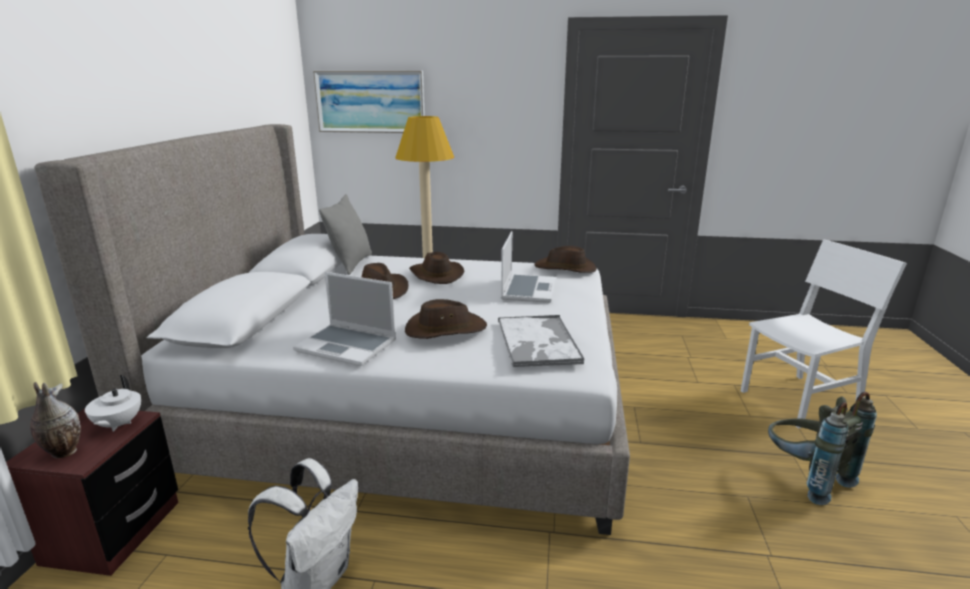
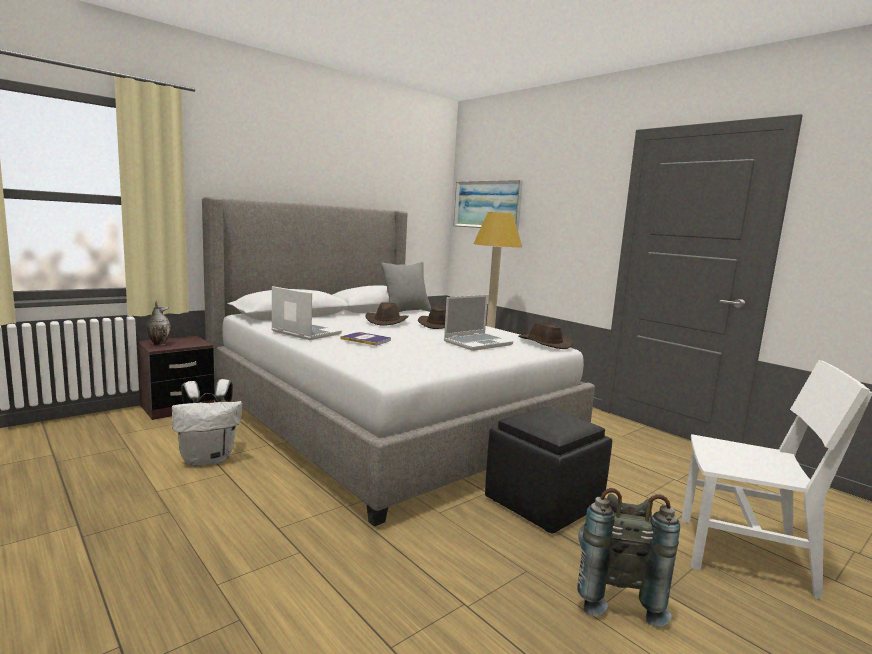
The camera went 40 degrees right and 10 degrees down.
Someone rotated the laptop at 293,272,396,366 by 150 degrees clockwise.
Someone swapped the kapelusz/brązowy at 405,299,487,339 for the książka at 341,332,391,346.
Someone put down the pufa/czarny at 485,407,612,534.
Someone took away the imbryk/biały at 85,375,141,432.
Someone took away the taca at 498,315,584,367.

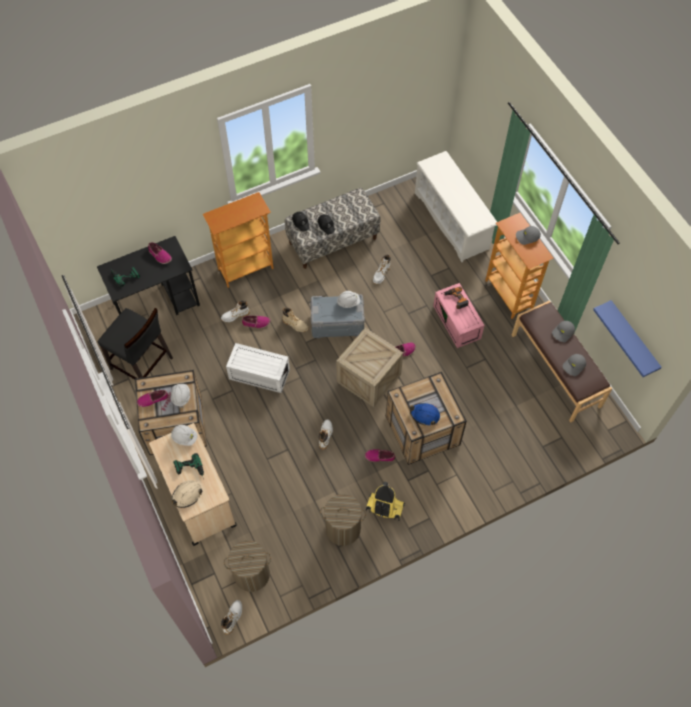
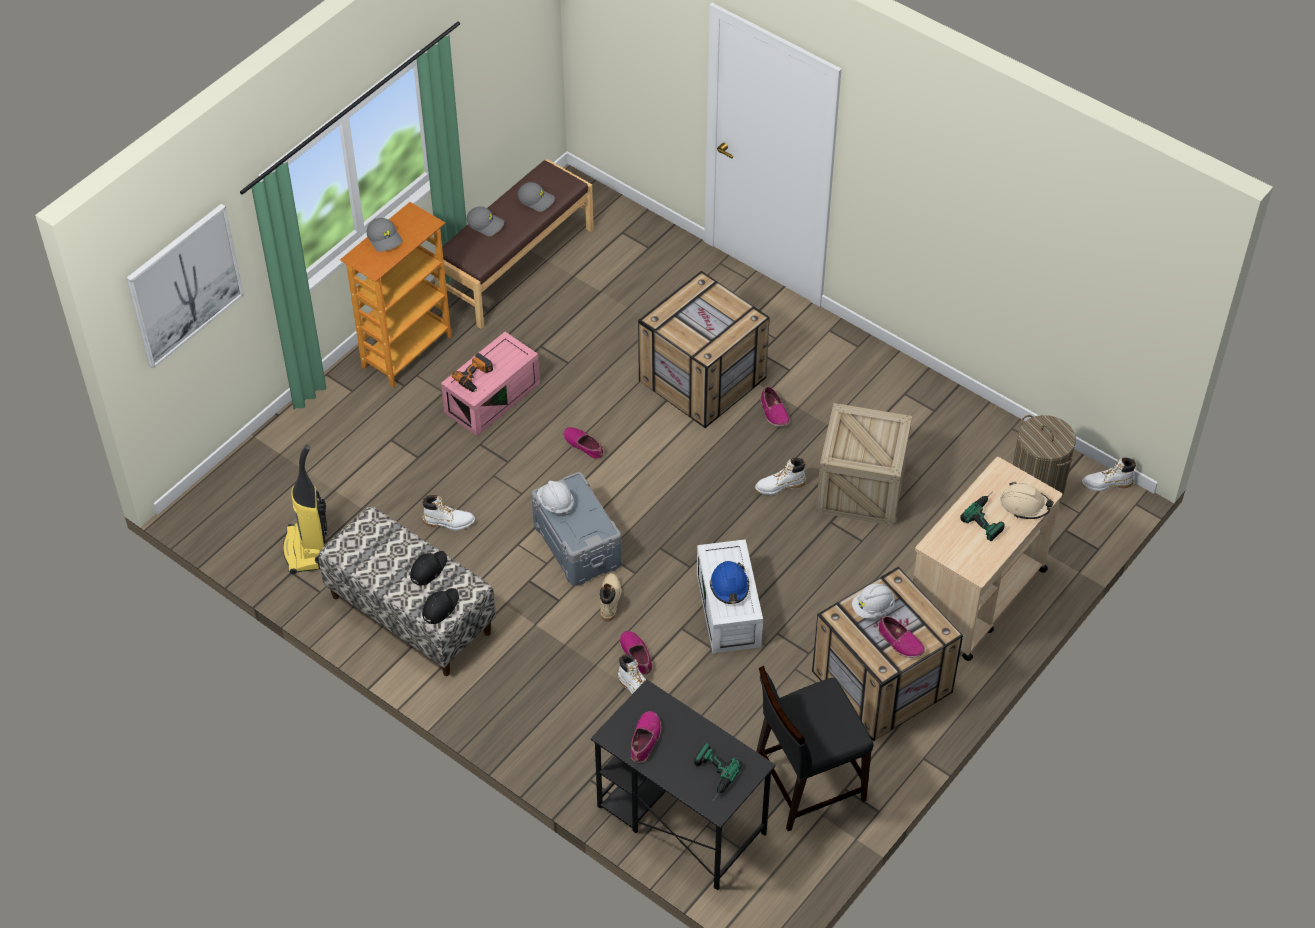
The camera went 115 degrees left and 10 degrees down.
Someone put up the obraz at 126,204,244,369.
Someone carried the odkurzacz from 366,482,405,521 to 283,445,328,574.
Someone carried the kask/niebieski from 410,403,440,426 to 710,561,749,604.
Someone rotated the krzesło/czarny at 98,308,173,379 by 120 degrees counterclockwise.
Someone carried the skrzynka from 336,328,403,407 to 816,403,912,526.
Someone took away the kask/biały at 171,425,197,446.
Someone took away the regał at 203,192,274,288.
Someone took away the kosz na pranie at 320,494,366,546.
Someone took away the regał na buty/biały at 415,151,497,262.
Someone took away the półka/niebieski at 593,300,662,377.

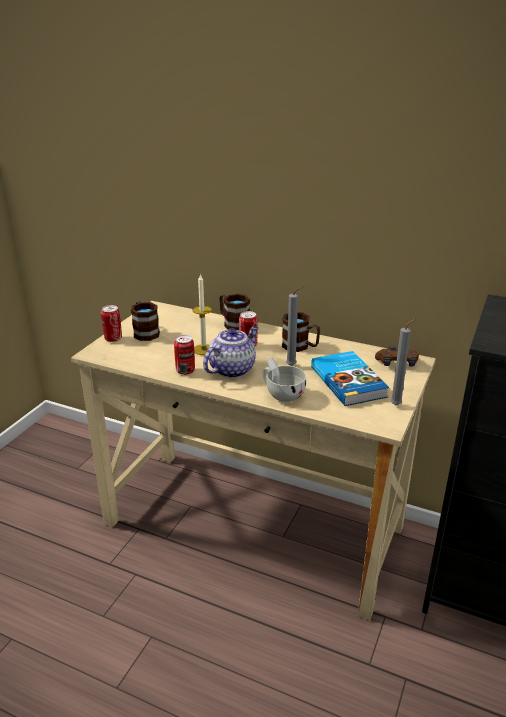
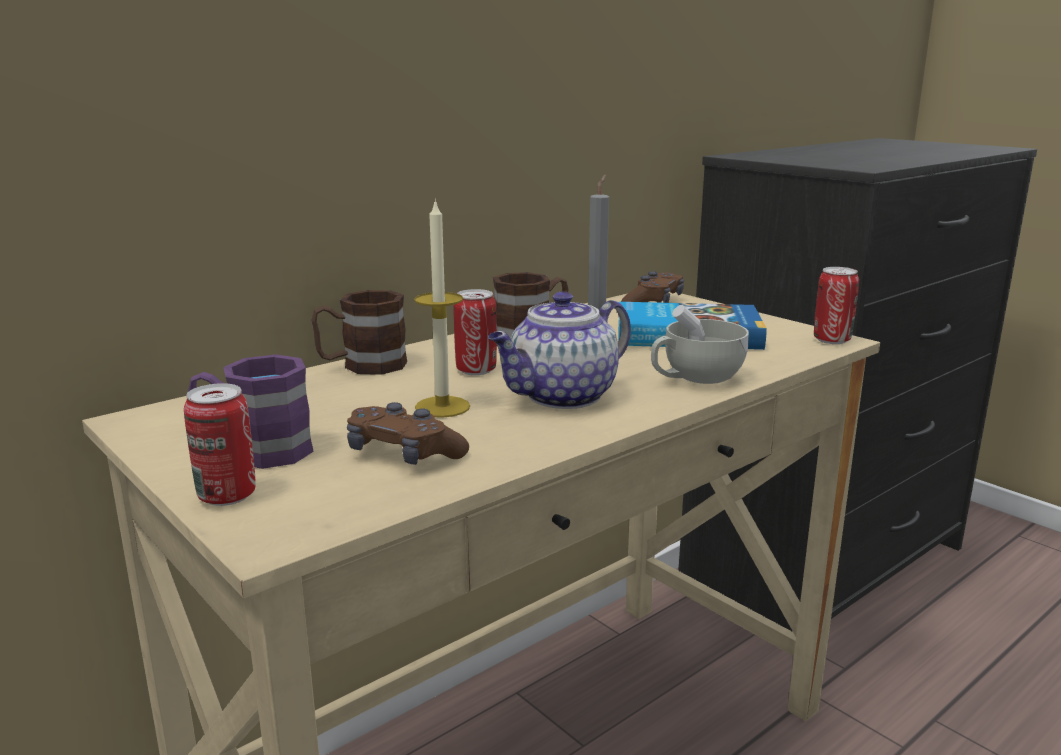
The camera went 65 degrees left and 10 degrees down.
Someone repainted the kubek/brązowy at 131,301,160,341, which became the kubek/fioletowy at 188,354,314,469.
Someone put down the pad do gier/brązowy at 347,402,469,465.
Someone rotated the imbryk at 203,326,259,378 by 105 degrees counterclockwise.
Someone carried the puszka from 174,335,195,375 to 814,267,859,344.
Someone took away the świeca/szary at 390,319,416,405.

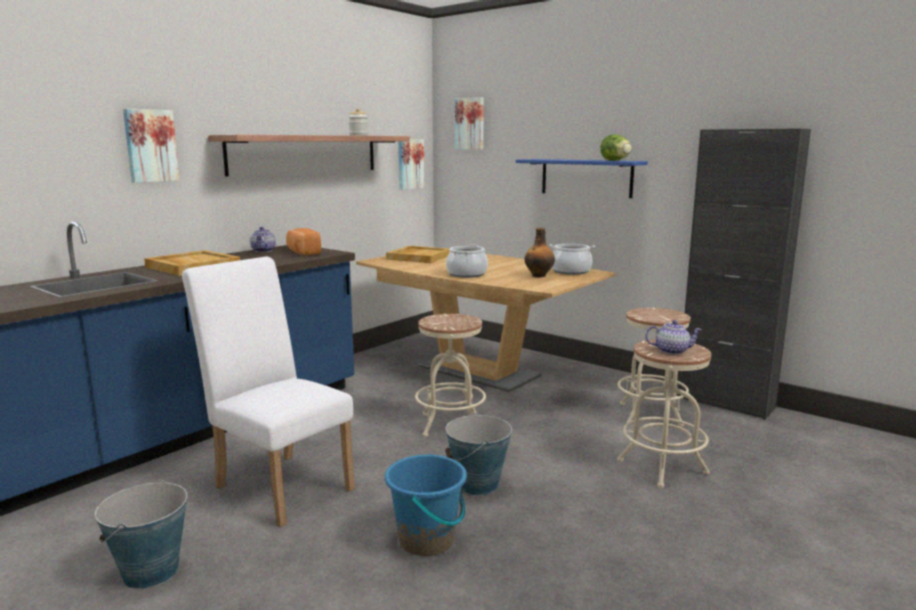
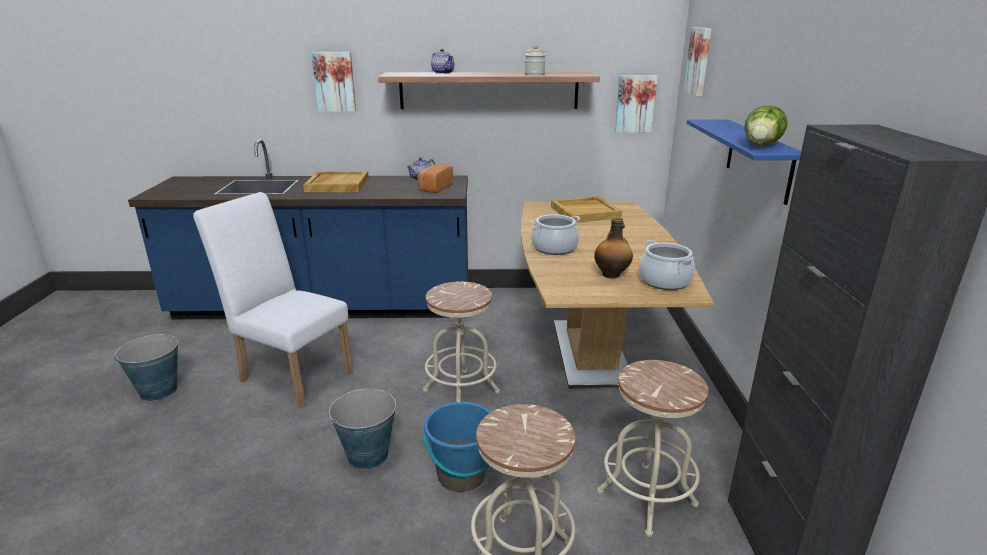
The camera went 50 degrees right and 10 degrees up.
Someone rotated the krzesło/biały at 182,256,355,527 by 60 degrees counterclockwise.
Someone carried the wiadro/niebieski from 385,454,467,556 to 423,402,493,492.
Someone carried the imbryk from 645,320,702,355 to 431,49,454,74.

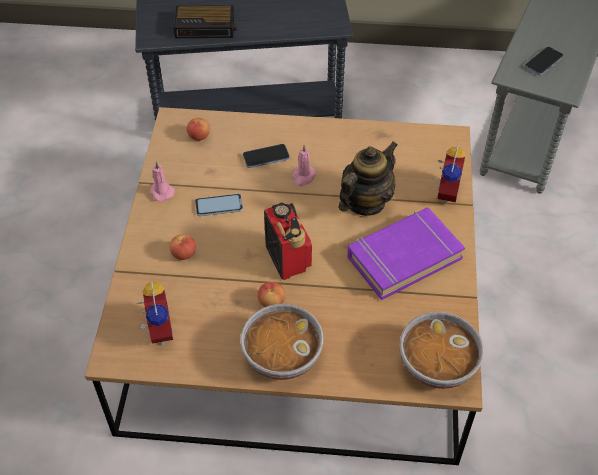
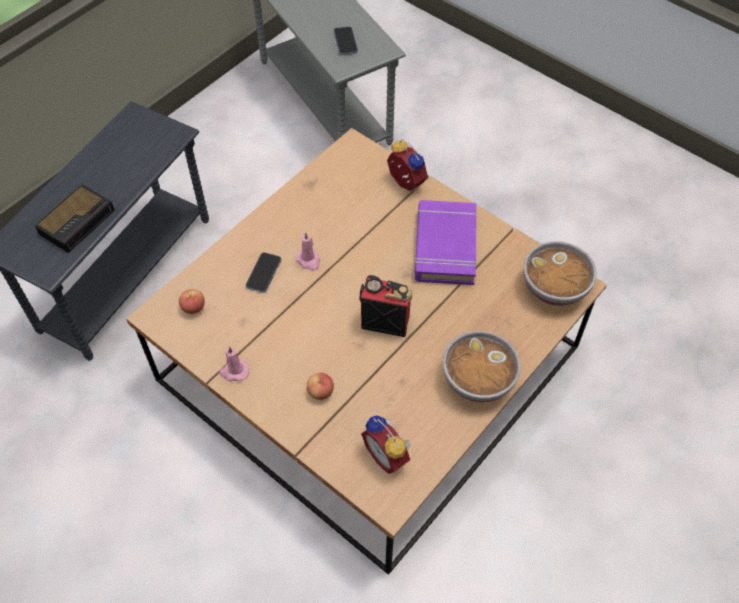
The camera went 55 degrees left and 5 degrees up.
Someone rotated the budzik at 136,282,173,345 by 150 degrees counterclockwise.
Someone took away the telefon at 195,194,243,216.
Someone took away the jabłko at 258,282,285,307.
Someone took away the imbryk at 338,142,398,216.

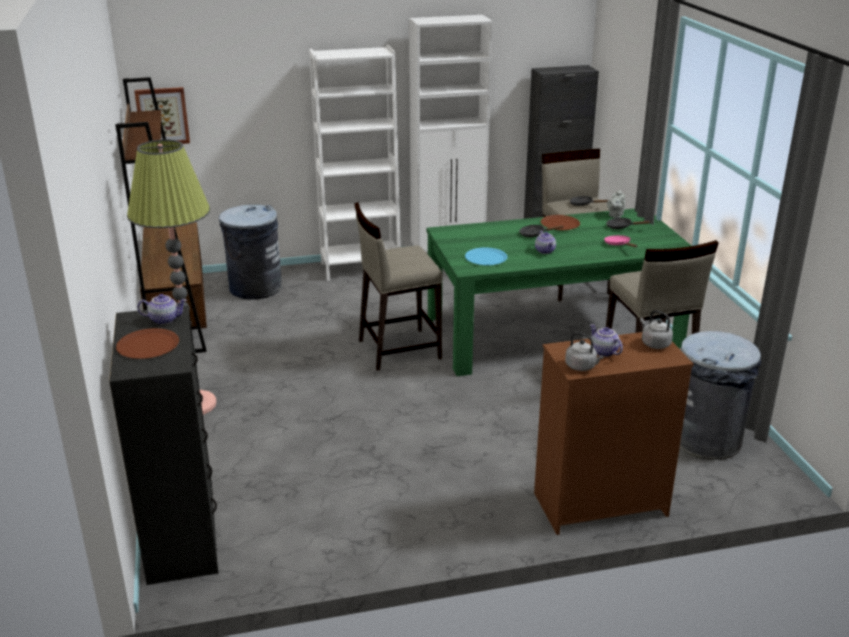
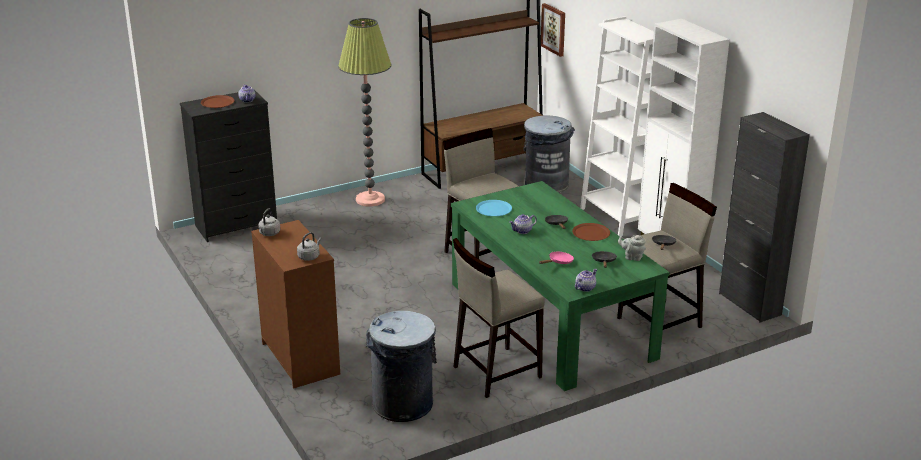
The camera went 75 degrees right and 0 degrees up.
Someone carried the imbryk from 590,324,623,357 to 575,269,597,292.

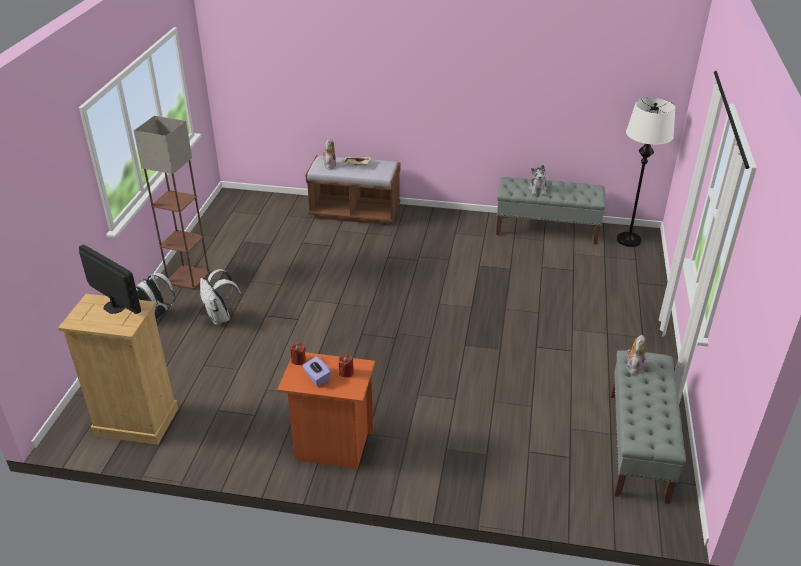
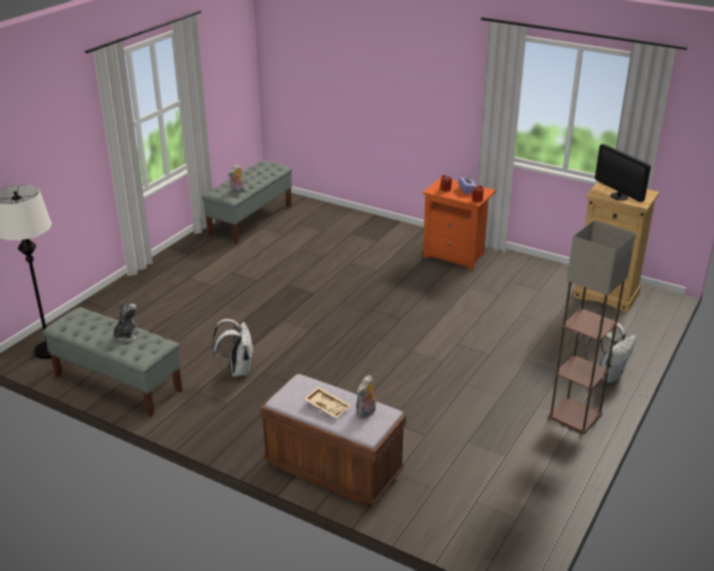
The camera went 160 degrees left and 5 degrees down.
Someone carried the plecak/biały from 200,269,242,325 to 212,319,253,377.

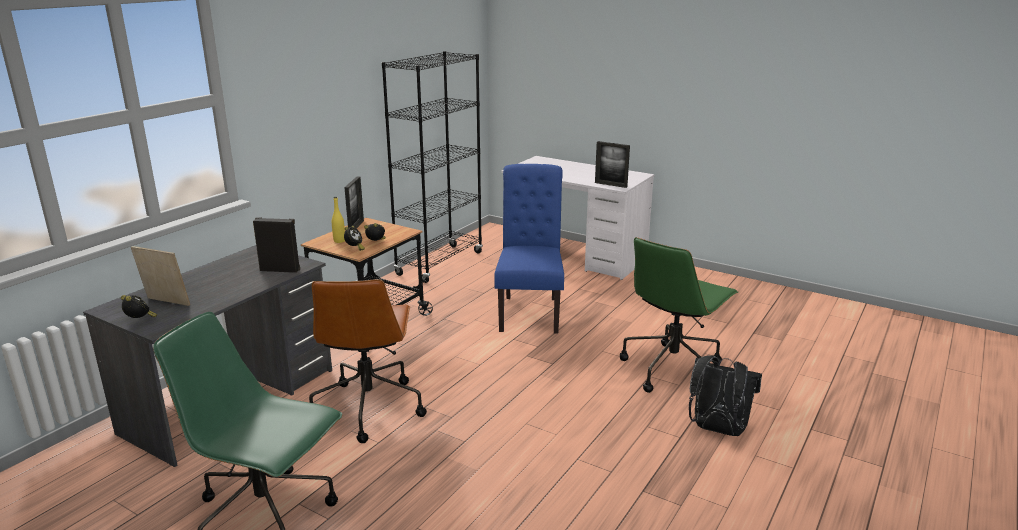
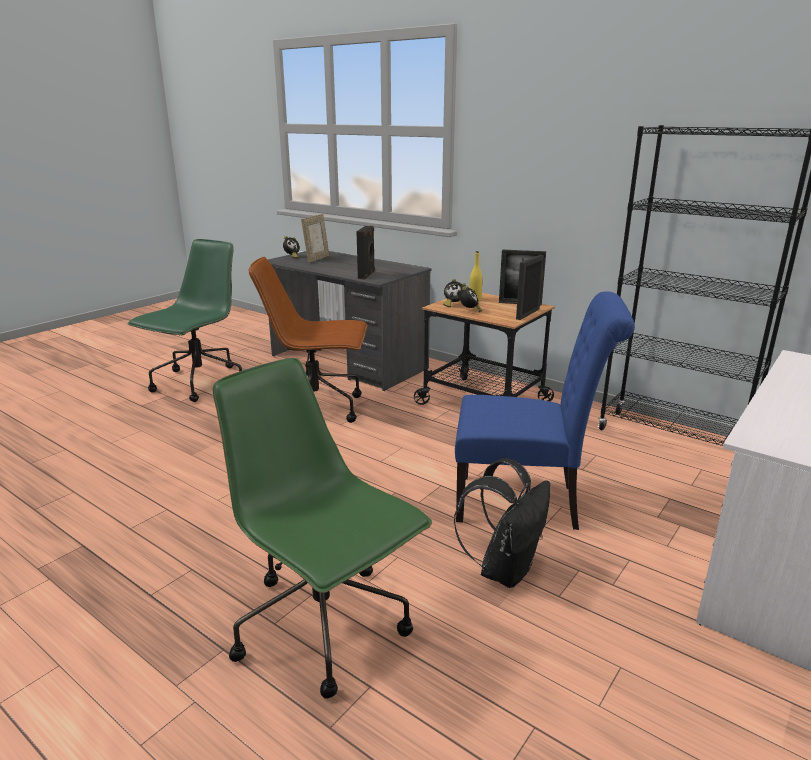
The camera went 95 degrees right and 0 degrees up.
Someone carried the plecak/czarny from 689,355,762,436 to 454,458,550,588.
Someone carried the ramka na zdjęcie from 595,141,630,188 to 516,255,544,320.

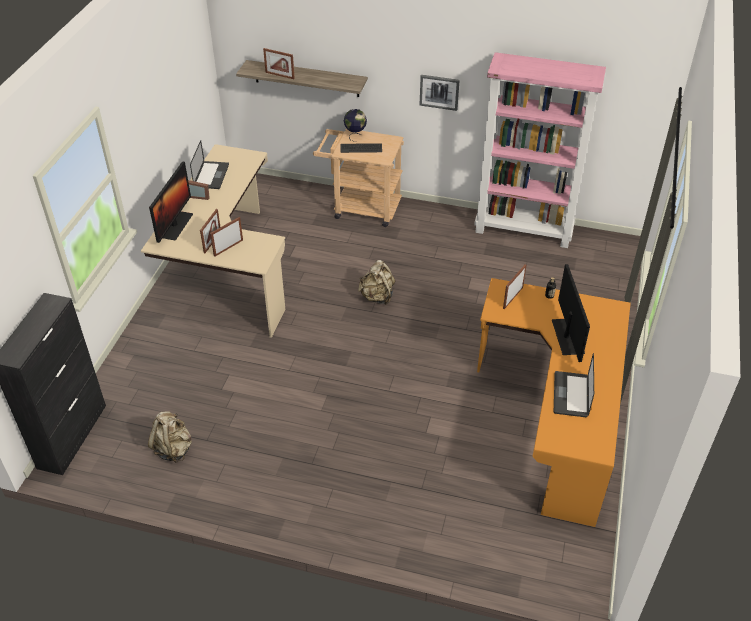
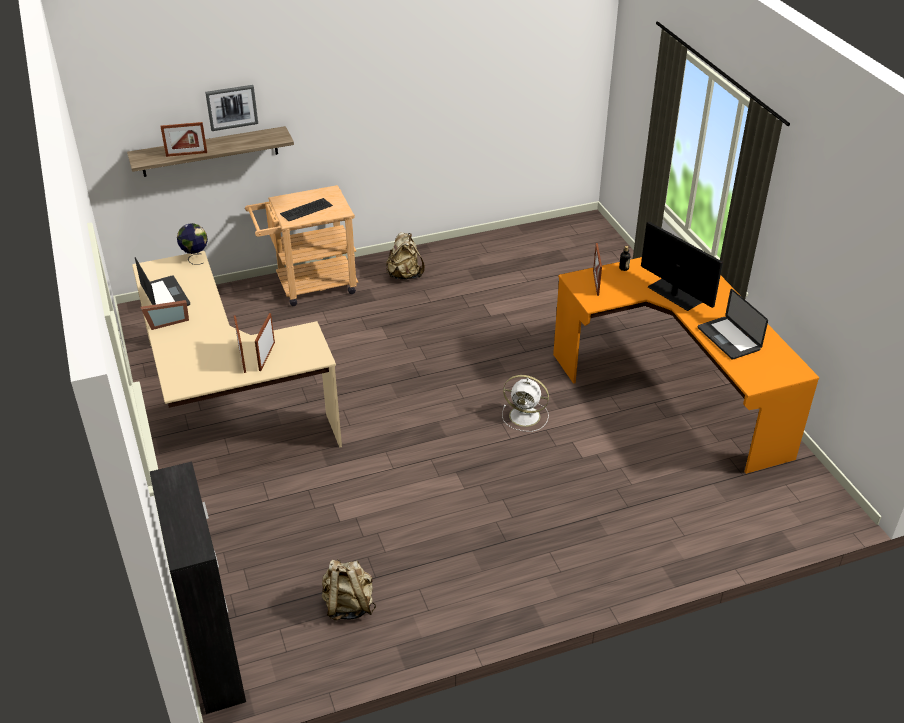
The camera went 35 degrees left and 5 degrees down.
Someone carried the globus from 344,109,367,142 to 177,223,208,265.
Someone carried the obraz from 419,75,460,111 to 205,85,258,131.
Someone carried the plecak/beżowy from 358,260,395,305 to 386,232,425,280.
Someone put down the wentylator/biały at 502,375,549,432.
Someone took away the monitor at 149,161,193,243.
Someone took away the regał/różowy at 474,52,606,248.

